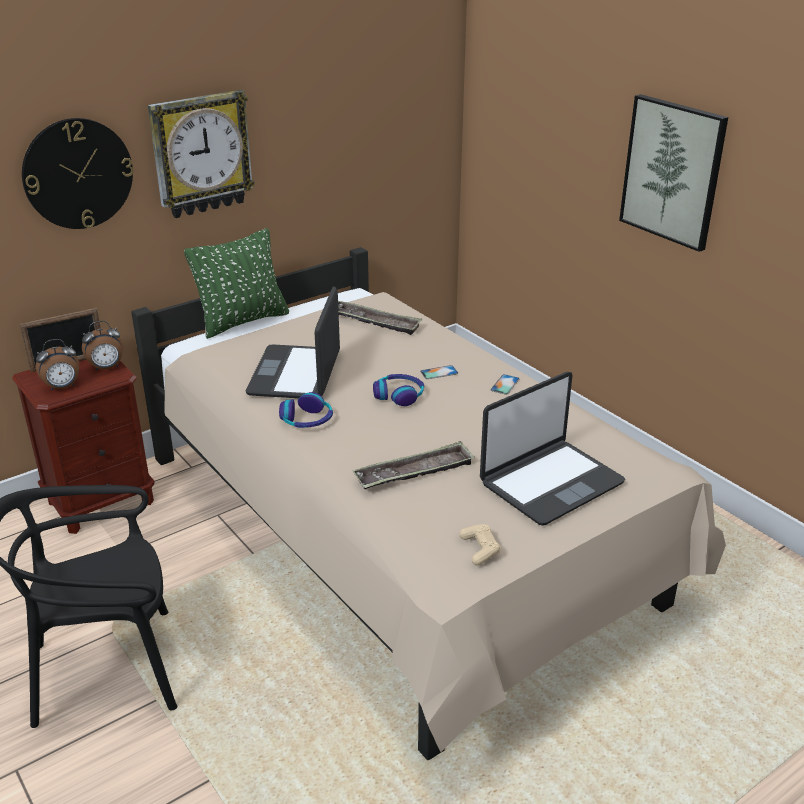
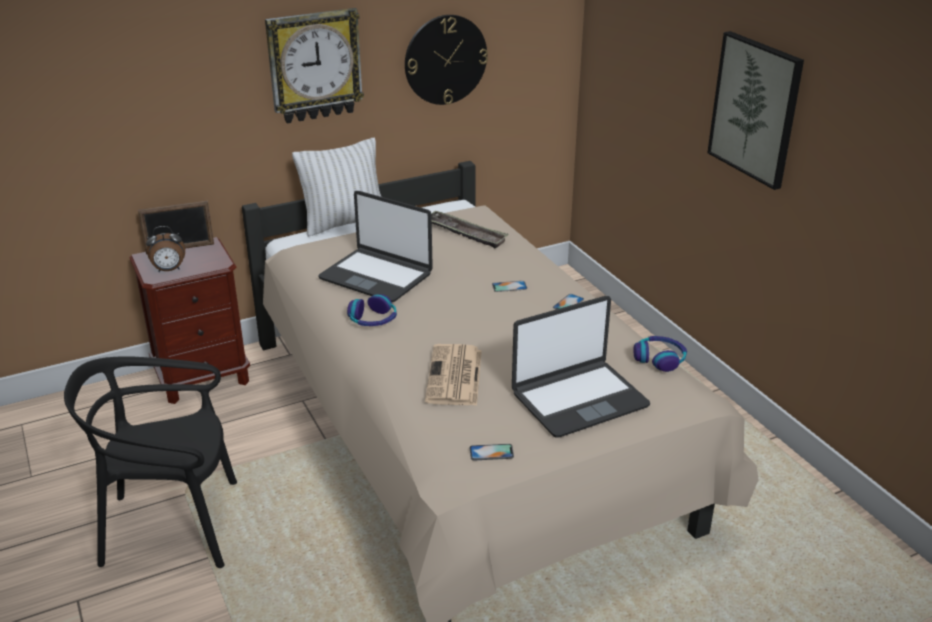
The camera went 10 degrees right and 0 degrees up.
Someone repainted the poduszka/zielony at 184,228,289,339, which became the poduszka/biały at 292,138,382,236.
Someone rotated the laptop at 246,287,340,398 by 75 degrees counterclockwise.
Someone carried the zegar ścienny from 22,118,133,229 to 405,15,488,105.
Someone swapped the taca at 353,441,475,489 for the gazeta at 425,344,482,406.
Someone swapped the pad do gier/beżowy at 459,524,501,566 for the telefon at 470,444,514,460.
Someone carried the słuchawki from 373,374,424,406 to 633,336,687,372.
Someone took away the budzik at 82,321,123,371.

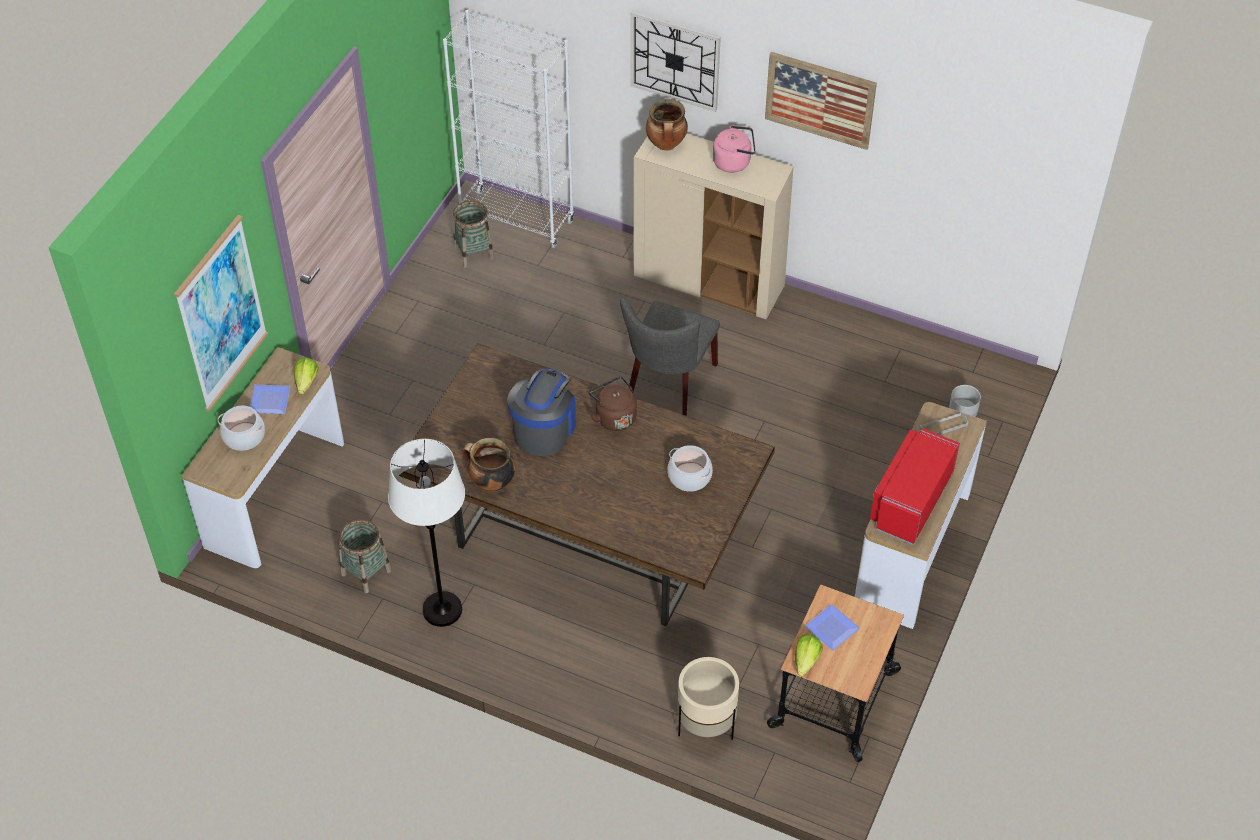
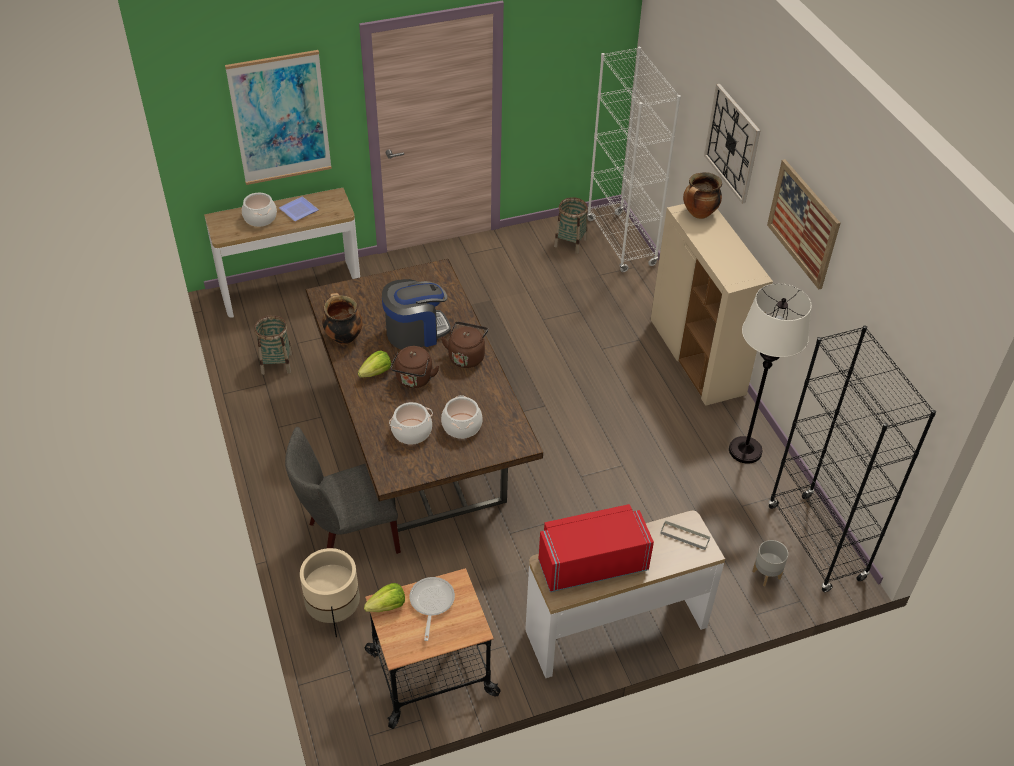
The camera went 45 degrees right and 5 degrees down.
Someone carried the krzesło/szary from 620,297,720,416 to 285,427,401,554.
Someone carried the sałata from 294,357,319,394 to 358,350,391,377.
Someone put down the garnek at 389,402,433,445.
Someone put down the czajnik/brązowy at 390,346,440,388.
Someone swapped the talerz at 804,604,860,651 for the patelnia at 410,577,455,641.
Someone carried the lampa stojąca/biały from 388,439,465,627 to 729,283,812,464.
Someone put down the regał/czarny at 768,326,936,592.
Someone took away the czajnik/różowy at 713,125,755,173.

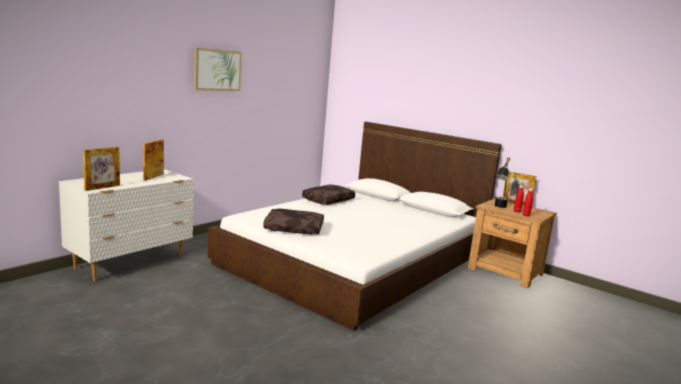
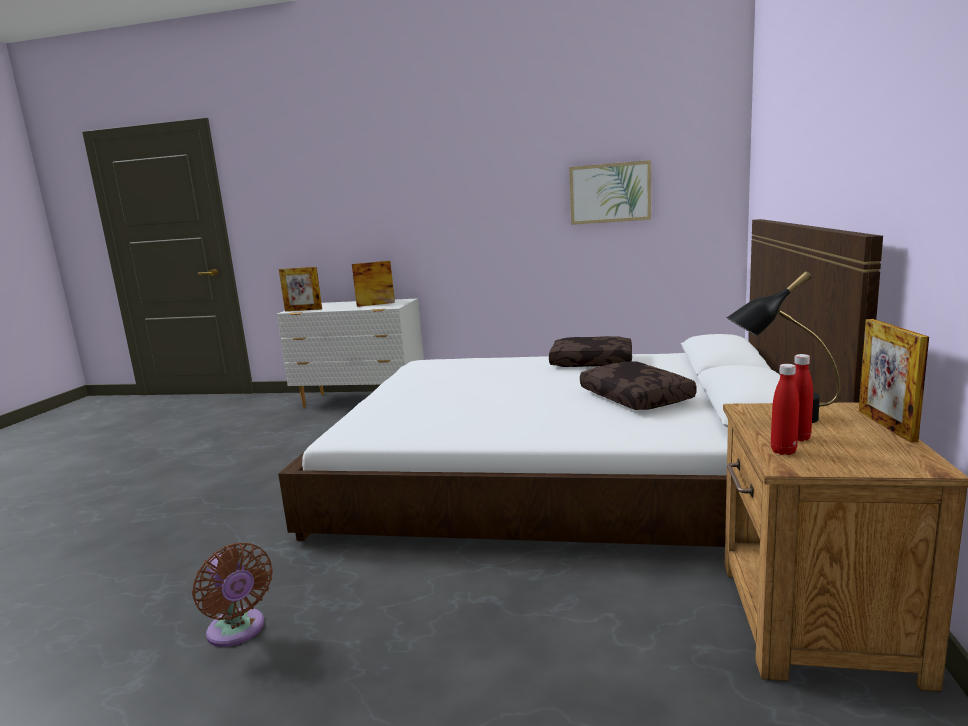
The camera went 65 degrees right and 0 degrees up.
Someone put down the wentylator/brązowy at 192,542,273,647.
Someone carried the obraz from 194,47,242,91 to 569,160,651,225.
Someone carried the poduszka/brązowy from 263,209,324,234 to 580,362,696,410.

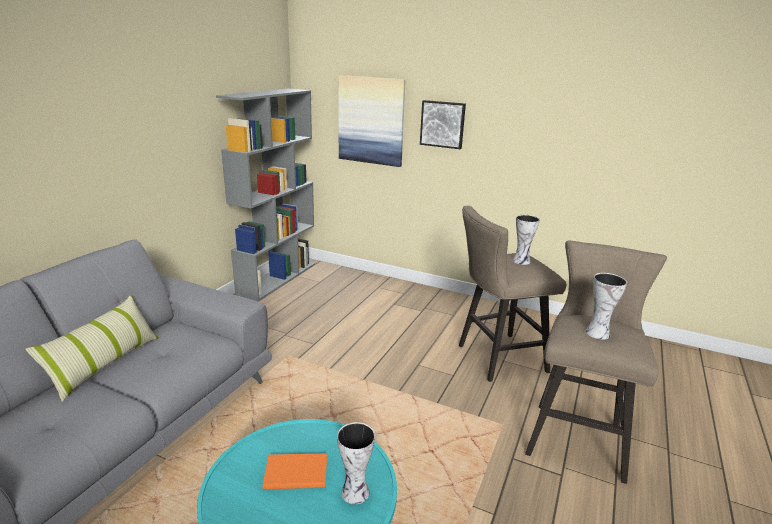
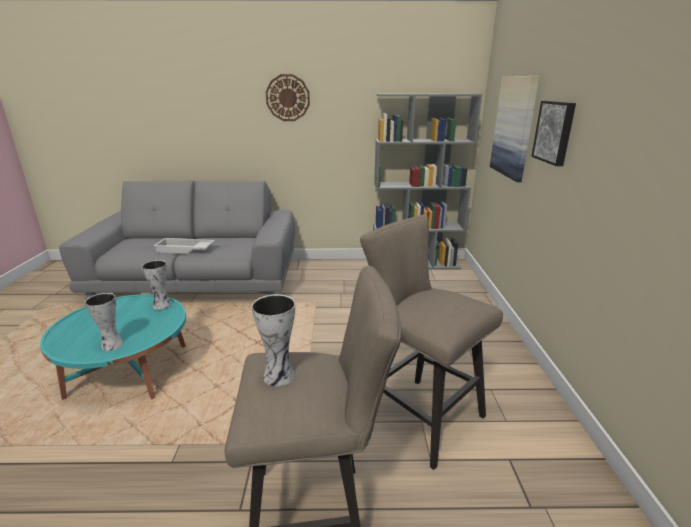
The camera went 65 degrees right and 0 degrees up.
Someone carried the wazon from 513,215,540,265 to 142,260,171,310.
Someone put down the taca/biały at 154,238,215,254.
Someone put up the zegar ścienny at 266,74,310,121.
Someone took away the poduszka at 25,295,159,402.
Someone took away the książka/pomarańczowy at 263,453,327,489.

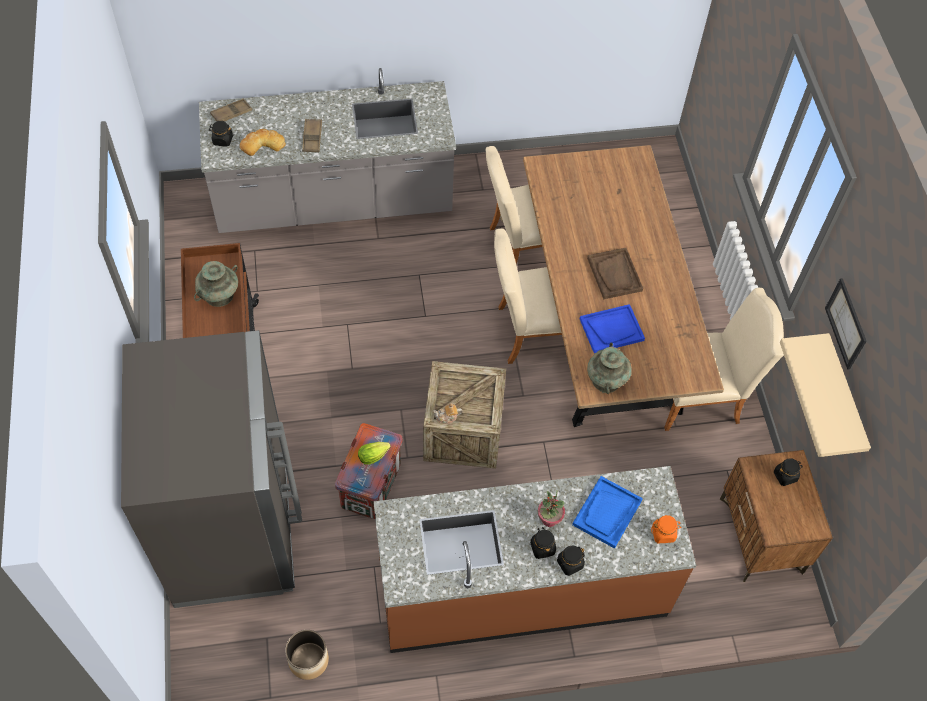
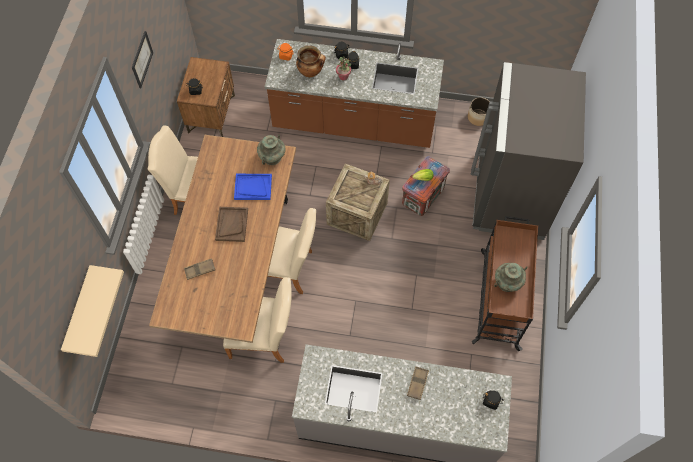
The camera went 160 degrees left and 5 degrees up.
Someone carried the półka/beżowy from 780,333,871,457 to 61,265,124,357.
Someone carried the taca/brązowy from 210,99,252,121 to 184,258,215,280.
Someone swapped the taca/niebieski at 572,476,643,549 for the garnek at 296,45,326,77.
Someone took away the chleb at 240,129,286,156.

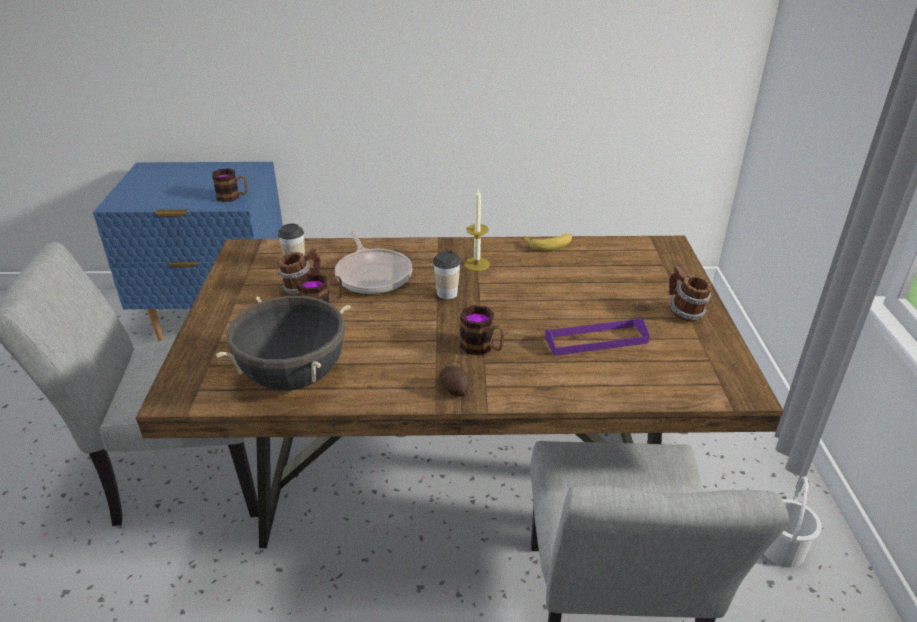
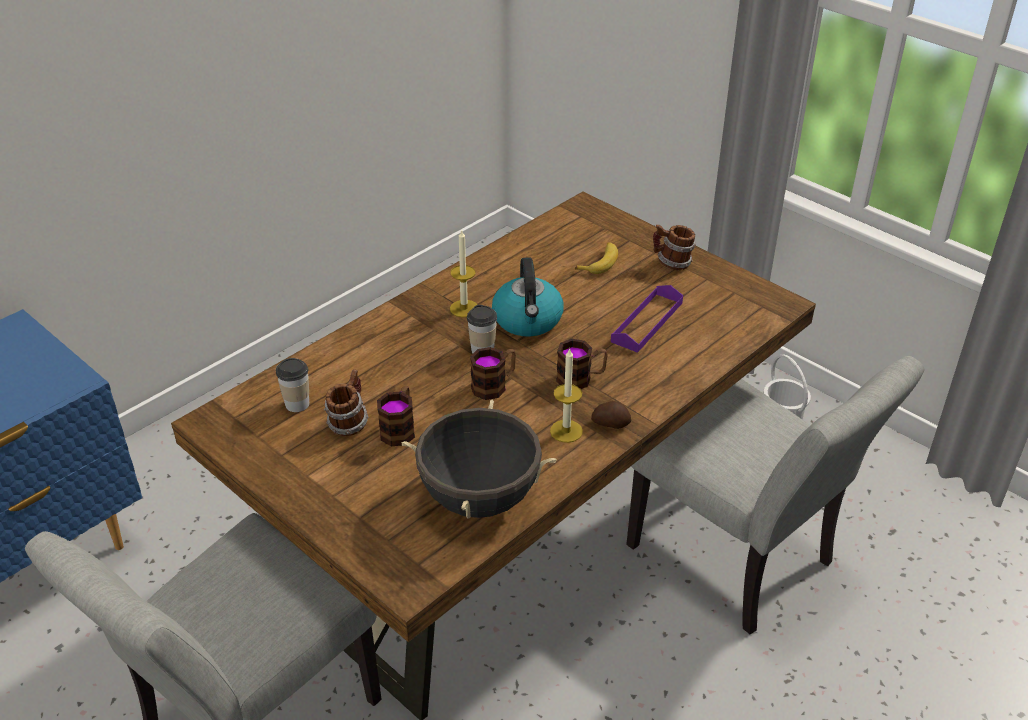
The camera went 45 degrees left and 5 degrees up.
Someone carried the kubek from 212,168,248,202 to 470,347,516,400.
Someone put down the czajnik at 492,257,564,336.
Someone put down the świeca at 550,348,583,443.
Someone carried the banan from 521,234,572,251 to 575,242,618,274.
Someone took away the patelnia at 335,231,412,294.

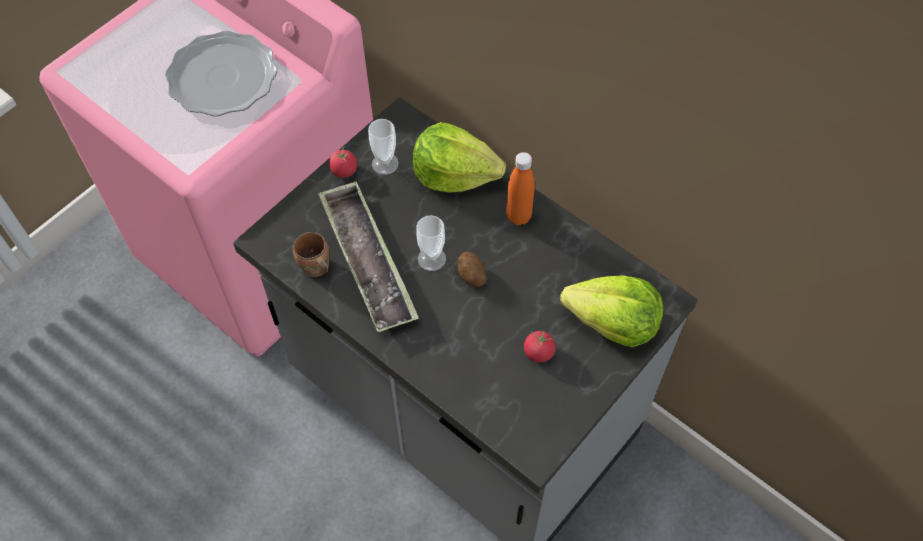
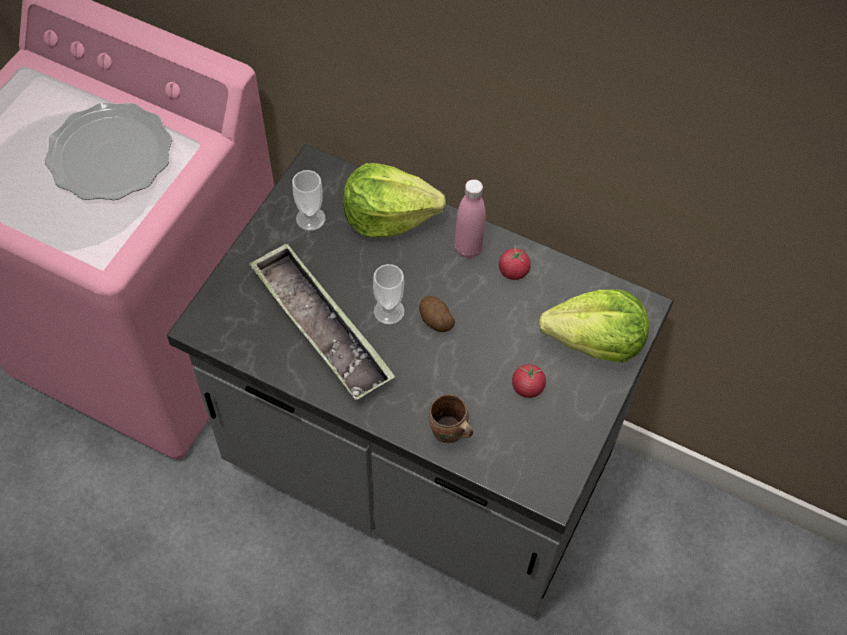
The camera went 15 degrees left and 0 degrees up.
Someone carried the kubek/brązowy from 293,232,329,277 to 429,394,473,443.
Someone repainted the butelka/pomarańczowy at 506,152,535,225, which became the butelka/różowy at 455,179,486,258.
Someone carried the pomidor from 329,146,357,178 to 499,244,531,280.

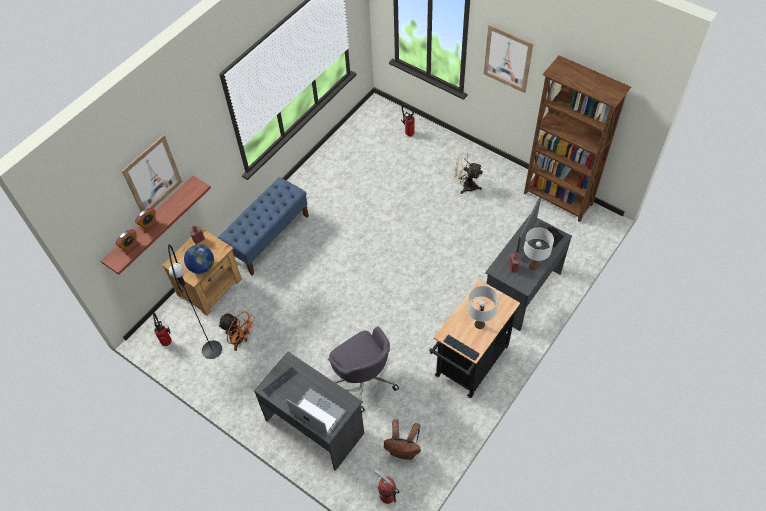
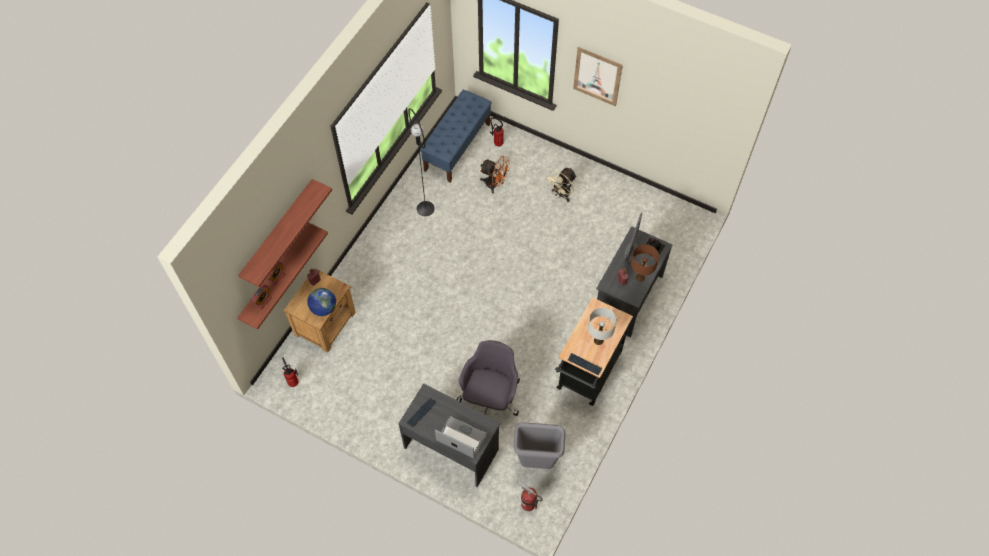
The camera went 10 degrees left and 5 degrees up.
Someone swapped the obraz at 122,135,182,212 for the półka at 238,179,332,287.
Someone carried the lampa stojąca/czarny from 168,244,222,359 to 408,108,435,217.
Someone carried the ławka/niebieski from 218,177,309,276 to 420,90,492,183.
Someone rotated the krzesło biurowe/szary at 328,327,399,412 by 120 degrees counterclockwise.
Someone carried the wentylator/pomarańczowy from 218,311,255,351 to 480,156,510,193.
Someone swapped the plecak/brązowy at 384,419,421,460 for the kosz na śmieci/szary at 513,422,565,469.
Someone rotated the wentylator/beżowy at 453,152,483,194 by 60 degrees counterclockwise.
Someone repainted the lampa stołowa/biały at 524,227,554,270, which became the lampa stołowa/brązowy at 631,244,659,282.
Someone took away the regał/brązowy at 524,56,631,222.

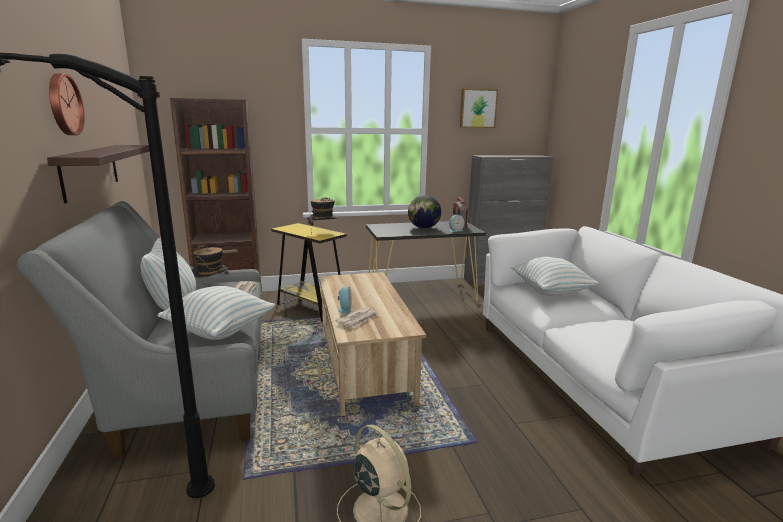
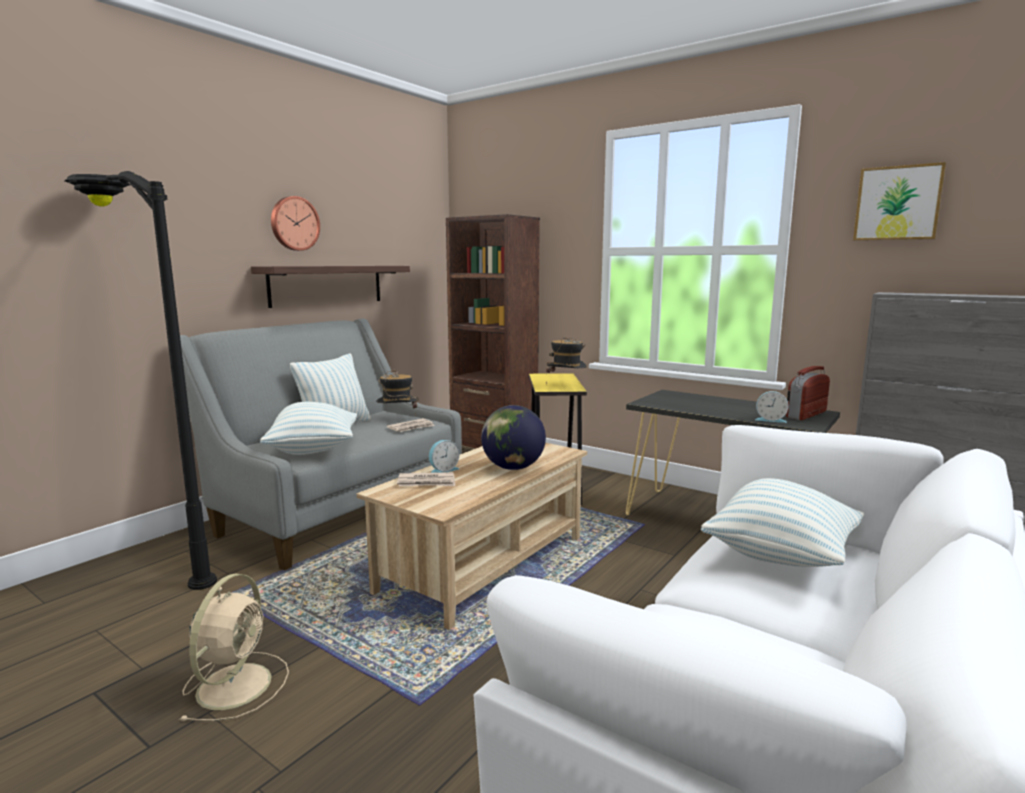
The camera went 50 degrees right and 5 degrees down.
Someone carried the globus from 408,195,441,228 to 481,405,546,470.

